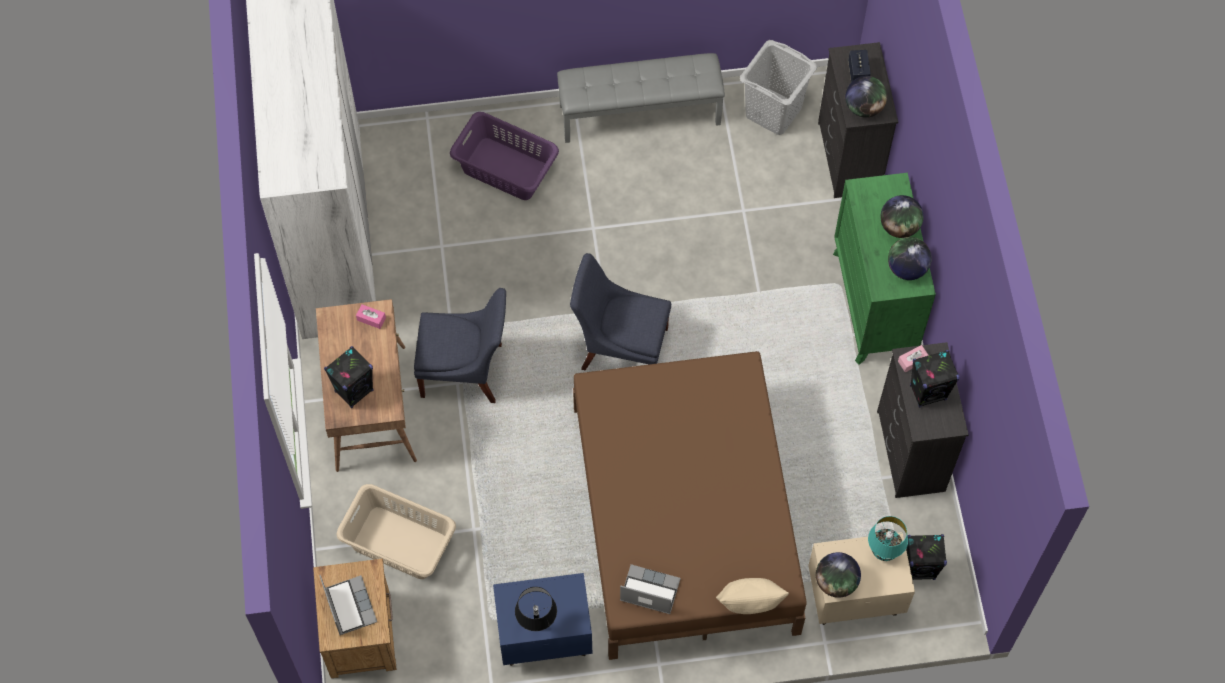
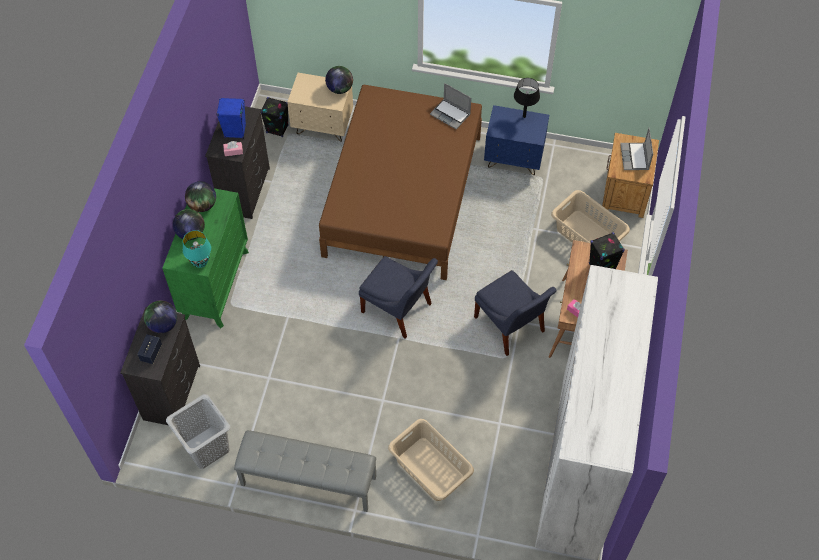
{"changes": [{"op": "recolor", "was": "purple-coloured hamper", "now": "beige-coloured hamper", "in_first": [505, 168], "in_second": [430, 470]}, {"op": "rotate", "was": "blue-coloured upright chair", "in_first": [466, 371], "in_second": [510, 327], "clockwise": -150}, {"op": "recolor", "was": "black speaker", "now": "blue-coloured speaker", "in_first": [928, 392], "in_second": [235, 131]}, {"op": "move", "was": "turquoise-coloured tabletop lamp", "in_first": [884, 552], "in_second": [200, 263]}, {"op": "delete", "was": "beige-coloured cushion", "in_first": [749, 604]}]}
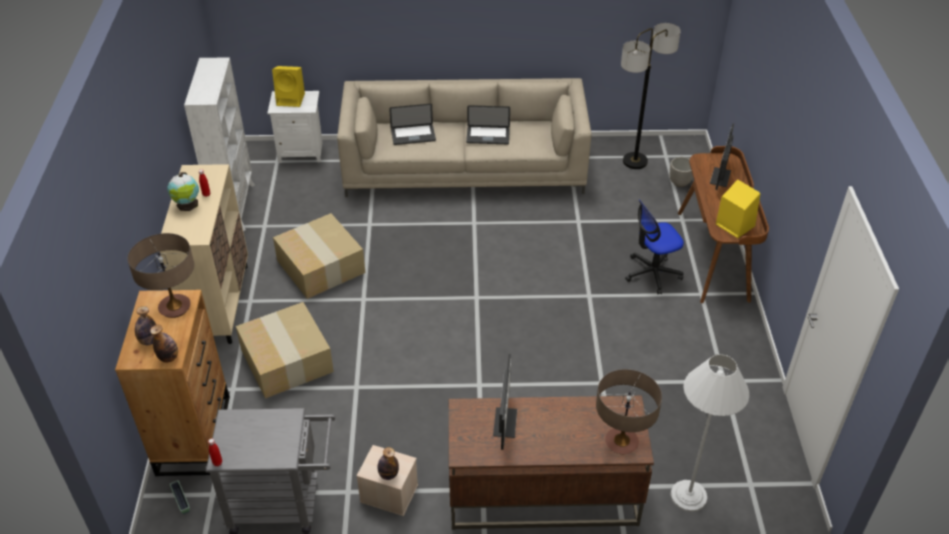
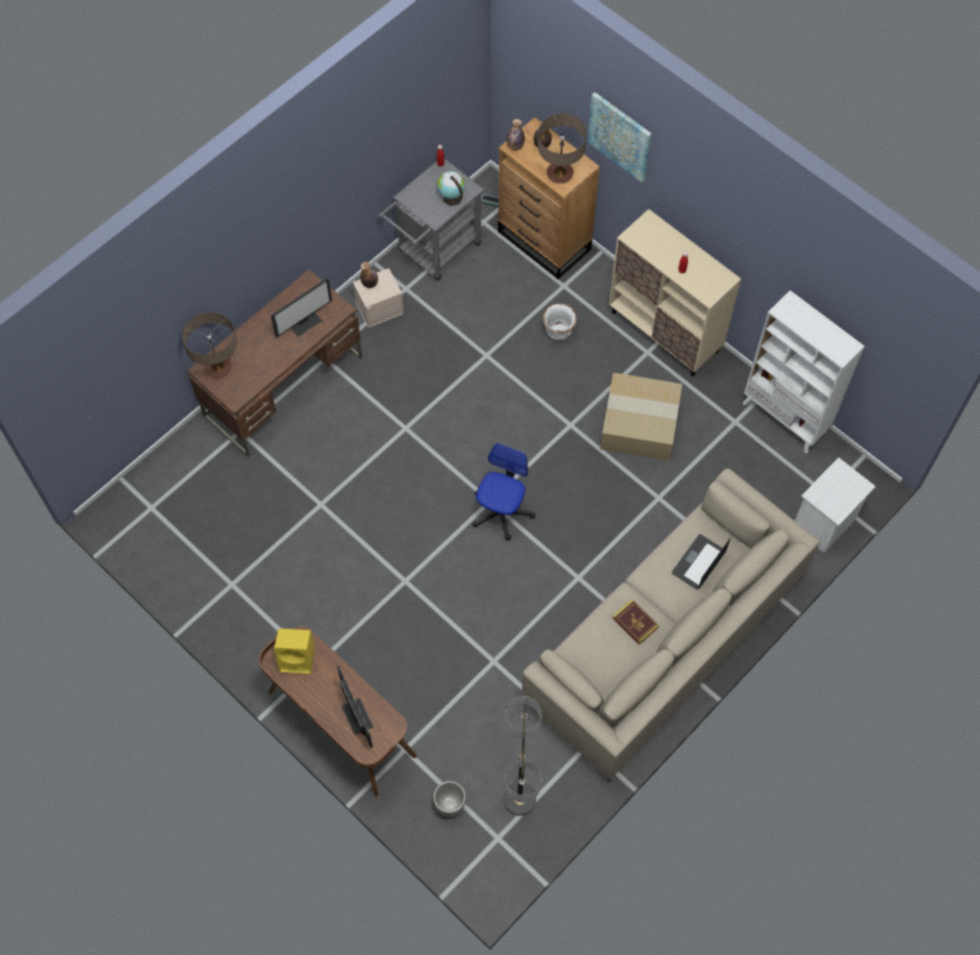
{"changes": [{"op": "delete", "was": "yellowish speaker", "in_first": [291, 99]}, {"op": "replace", "was": "laptop", "now": "bound book", "in_first": [488, 136], "in_second": [635, 623]}, {"op": "move", "was": "world globe", "in_first": [187, 205], "in_second": [451, 197]}, {"op": "move", "was": "office chair", "in_first": [652, 273], "in_second": [501, 512]}, {"op": "replace", "was": "cardboard box", "now": "whitish flower pot", "in_first": [285, 360], "in_second": [558, 332]}, {"op": "rotate", "was": "monitor", "in_first": [504, 422], "in_second": [304, 322], "clockwise": -90}, {"op": "delete", "was": "whitish floor lamp", "in_first": [688, 496]}, {"op": "insert", "now": "wall art", "in_second": [620, 136]}]}
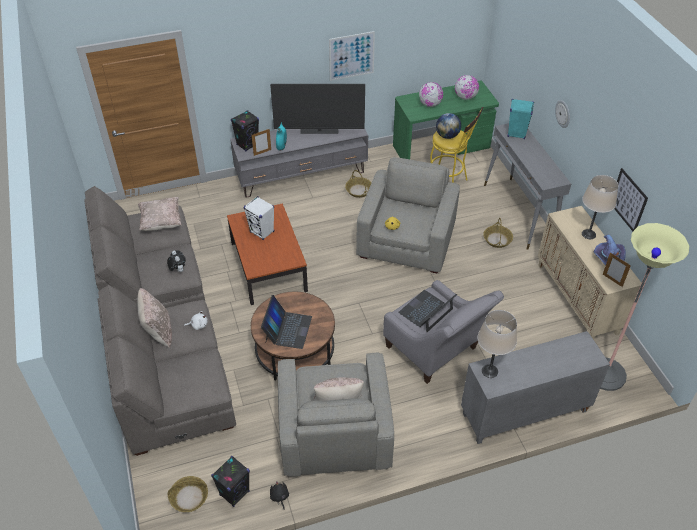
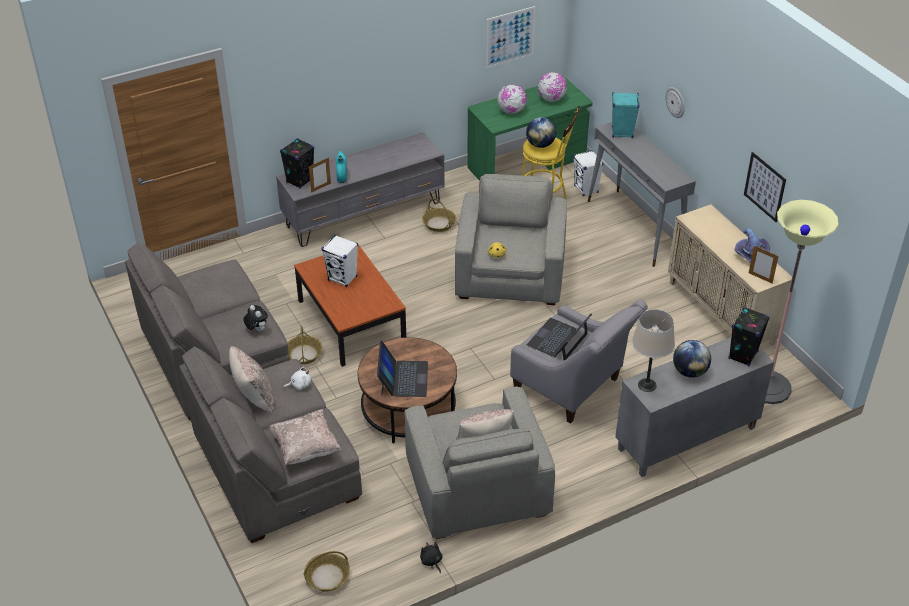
{"changes": [{"op": "move", "was": "wall art", "in_first": [351, 56], "in_second": [510, 37]}, {"op": "delete", "was": "TV", "in_first": [319, 131]}, {"op": "delete", "was": "beige-coloured tabletop lamp", "in_first": [588, 234]}, {"op": "move", "was": "beige-coloured cushion", "in_first": [161, 222], "in_second": [305, 448]}, {"op": "move", "was": "basket", "in_first": [497, 240], "in_second": [304, 354]}, {"op": "move", "was": "black speaker", "in_first": [234, 493], "in_second": [743, 355]}, {"op": "insert", "now": "whitish speaker", "in_second": [586, 189]}, {"op": "insert", "now": "world globe", "in_second": [689, 372]}]}
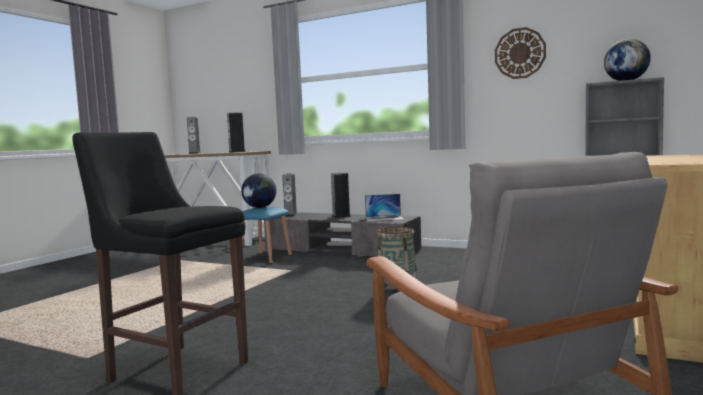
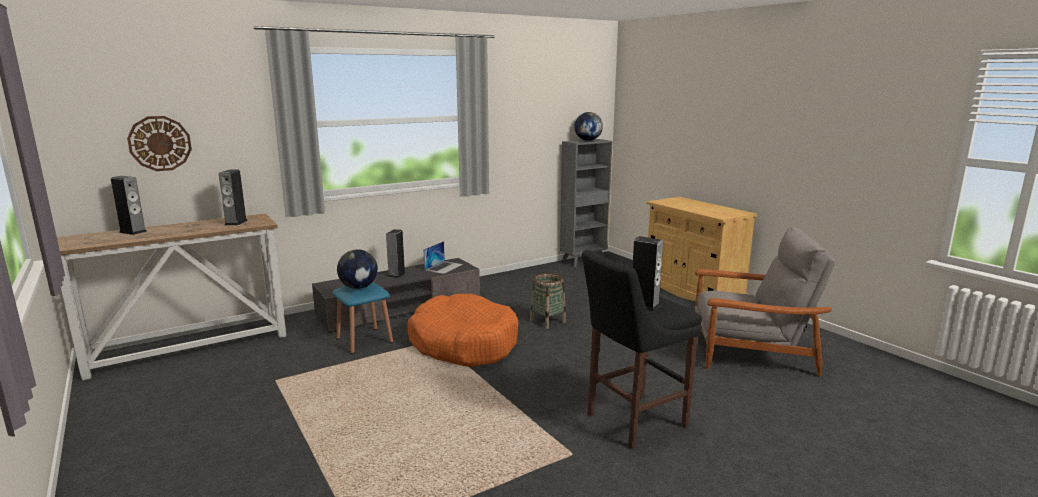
{"changes": [{"op": "move", "was": "clock on the wall", "in_first": [520, 53], "in_second": [160, 143]}, {"op": "move", "was": "speaker", "in_first": [290, 215], "in_second": [644, 305]}, {"op": "insert", "now": "orange-coloured dog cushion", "in_second": [464, 344]}]}
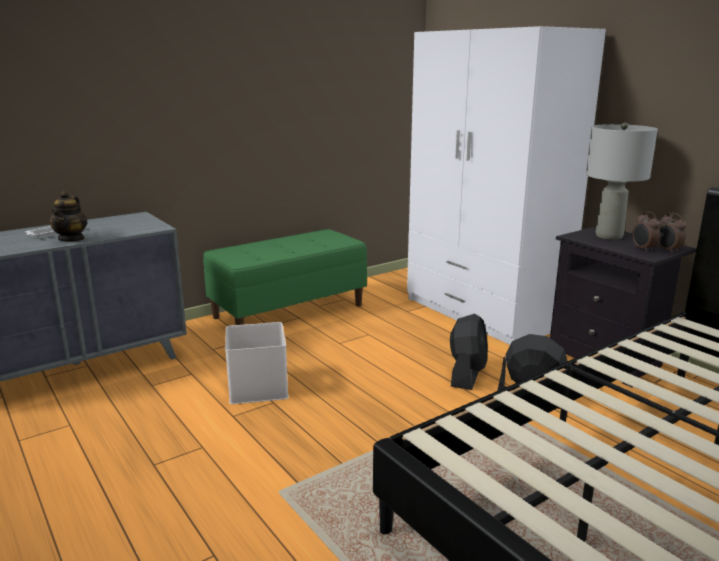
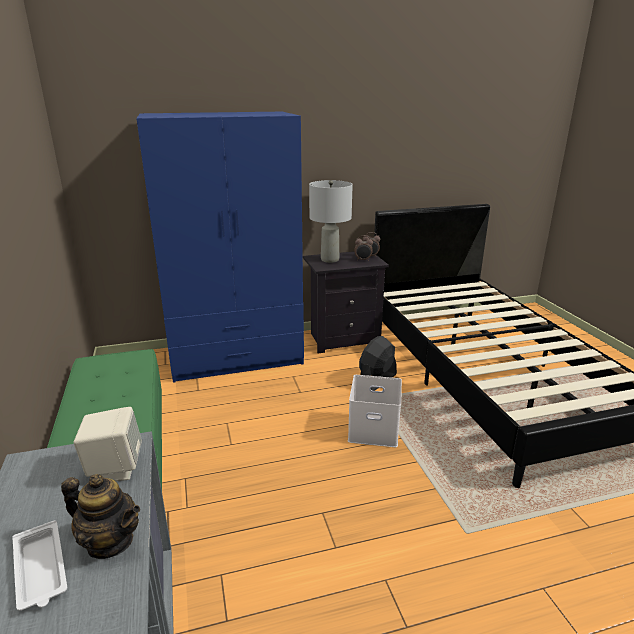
{"changes": [{"op": "recolor", "was": "whitish clothes cupboard", "now": "blue-coloured clothes cupboard", "in_first": [483, 312], "in_second": [236, 357]}, {"op": "delete", "was": "black electric fan", "in_first": [467, 374]}, {"op": "move", "was": "whitish storage box", "in_first": [256, 386], "in_second": [372, 430]}, {"op": "insert", "now": "beige-coloured speaker", "in_second": [114, 468]}]}
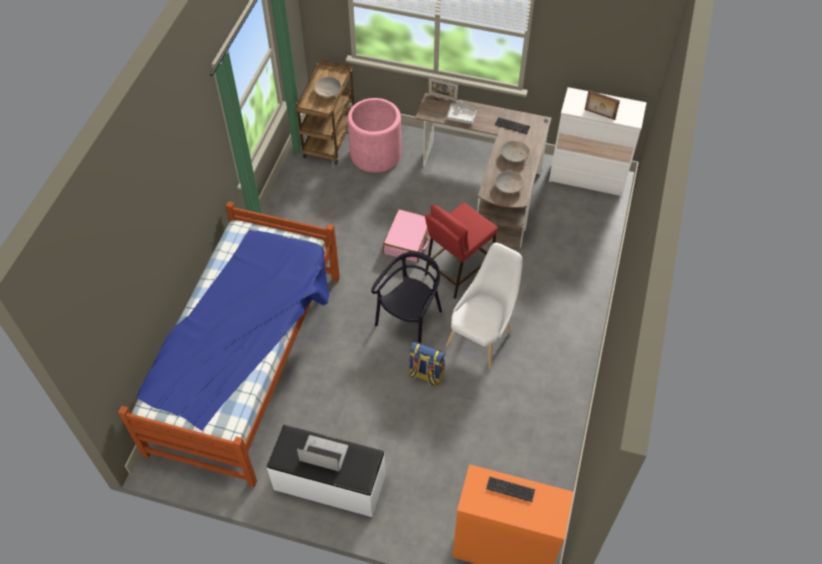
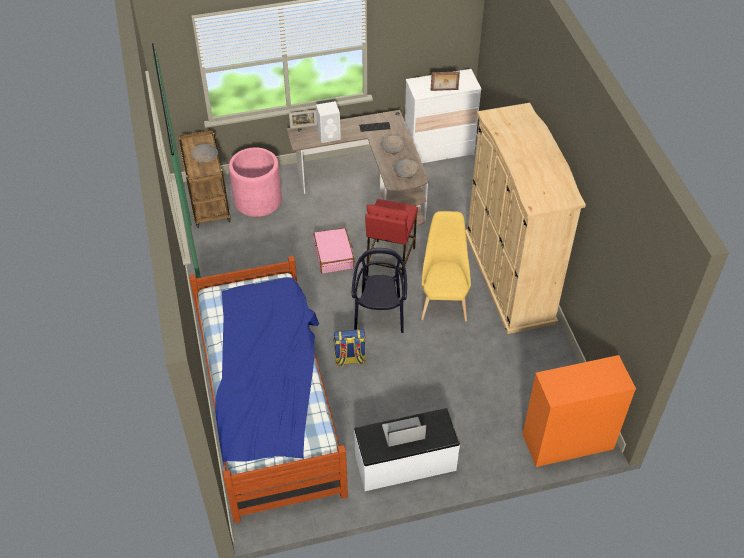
{"changes": [{"op": "replace", "was": "greyish tray", "now": "whitish speaker", "in_first": [461, 116], "in_second": [329, 135]}, {"op": "recolor", "was": "whitish upright chair", "now": "yellowish upright chair", "in_first": [482, 336], "in_second": [443, 300]}, {"op": "move", "was": "knapsack", "in_first": [426, 375], "in_second": [349, 359]}, {"op": "delete", "was": "computer keyboard", "in_first": [510, 489]}, {"op": "insert", "now": "beige-coloured clothes cupboard", "in_second": [509, 276]}]}
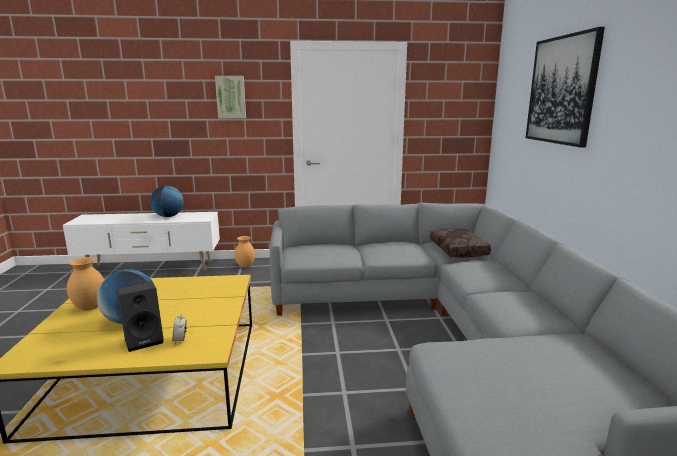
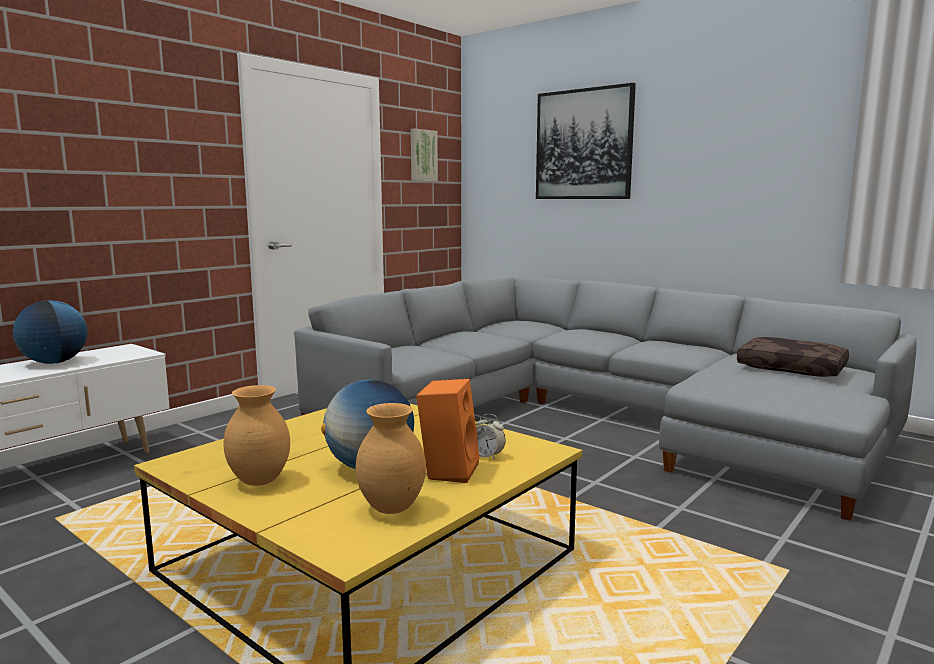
{"changes": [{"op": "move", "was": "wall art", "in_first": [231, 97], "in_second": [422, 155]}, {"op": "move", "was": "brown-coloured cushion", "in_first": [459, 250], "in_second": [792, 368]}, {"op": "move", "was": "brown-coloured vase", "in_first": [245, 266], "in_second": [391, 508]}, {"op": "recolor", "was": "black speaker", "now": "orange-coloured speaker", "in_first": [144, 339], "in_second": [448, 470]}]}
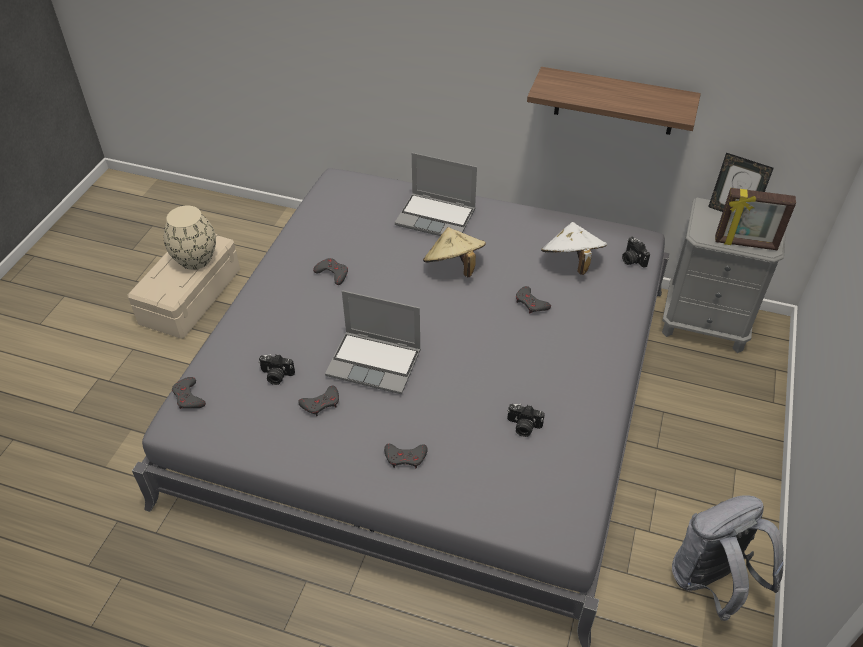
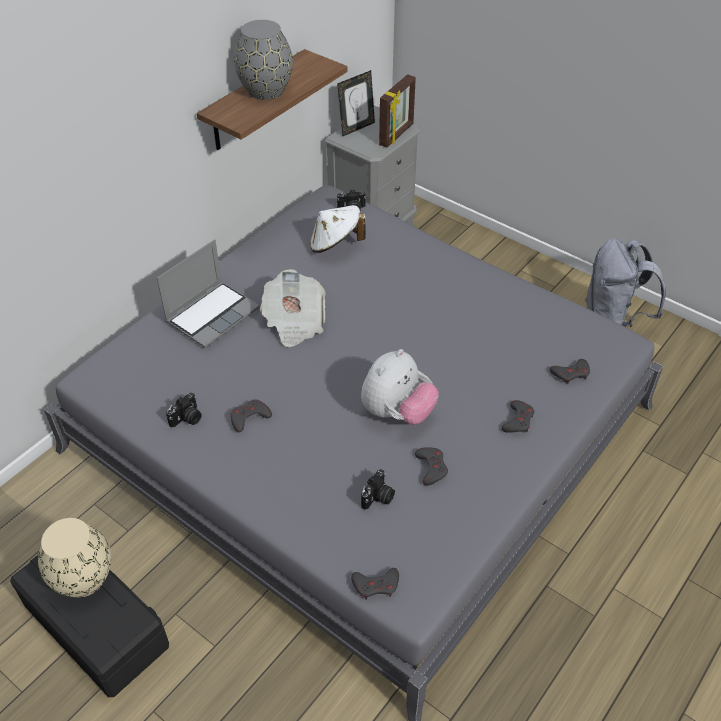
{"changes": [{"op": "replace", "was": "beige-coloured clothing hat", "now": "daily paper", "in_first": [454, 267], "in_second": [294, 322]}, {"op": "recolor", "was": "beige-coloured storage box", "now": "black storage box", "in_first": [190, 296], "in_second": [94, 626]}, {"op": "move", "was": "greyish joypad", "in_first": [531, 303], "in_second": [571, 373]}, {"op": "replace", "was": "laptop", "now": "soft toy", "in_first": [375, 363], "in_second": [397, 412]}, {"op": "move", "was": "photo camera", "in_first": [523, 427], "in_second": [187, 419]}, {"op": "insert", "now": "greyish vase", "in_second": [265, 91]}]}
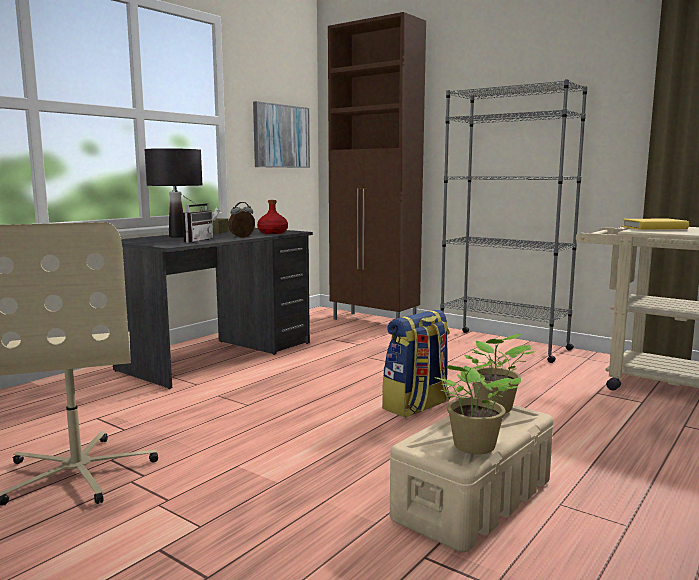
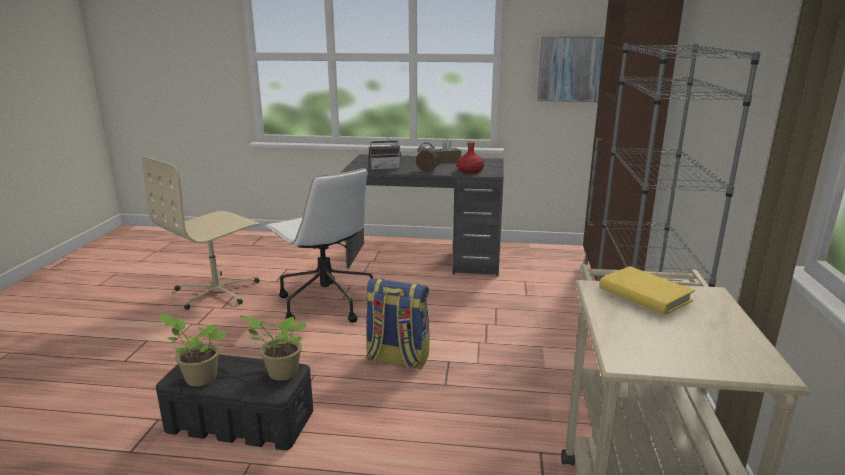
{"changes": [{"op": "delete", "was": "black tabletop lamp", "in_first": [177, 236]}, {"op": "recolor", "was": "beige-coloured storage box", "now": "black storage box", "in_first": [474, 499], "in_second": [241, 422]}, {"op": "insert", "now": "whitish office chair", "in_second": [325, 303]}]}
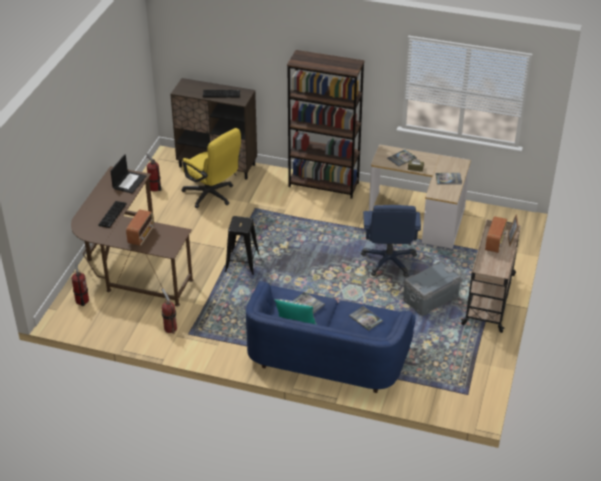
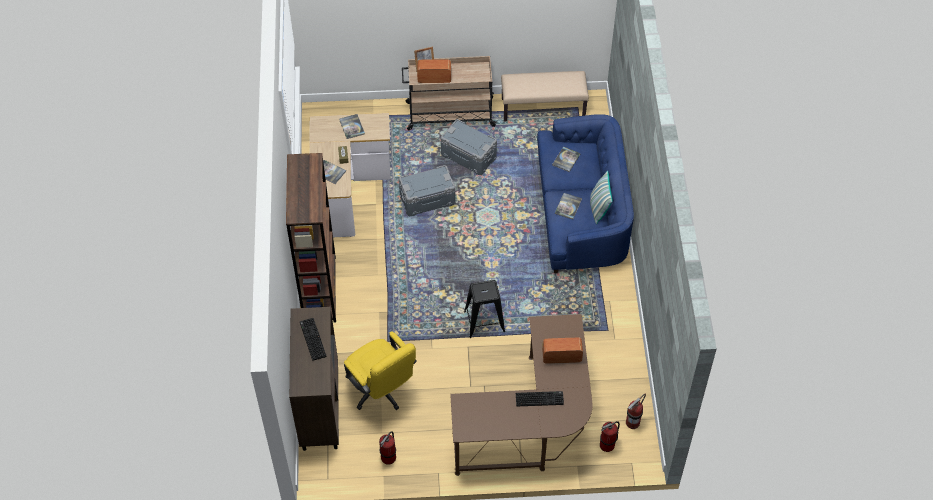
{"changes": [{"op": "rotate", "was": "yellowish office chair", "in_first": [212, 196], "in_second": [381, 391], "clockwise": 120}, {"op": "delete", "was": "laptop", "in_first": [129, 182]}, {"op": "replace", "was": "blue-coloured office chair", "now": "greyish storage box", "in_first": [389, 261], "in_second": [427, 200]}, {"op": "move", "was": "fire-fighting cylinder", "in_first": [170, 328], "in_second": [632, 422]}, {"op": "insert", "now": "beige-coloured bench", "in_second": [543, 107]}]}
